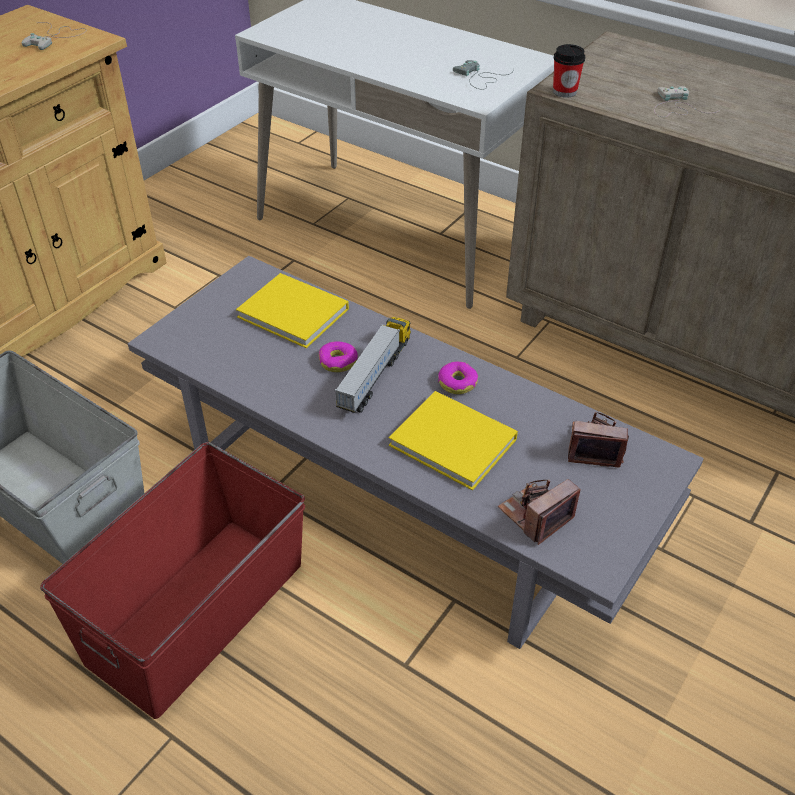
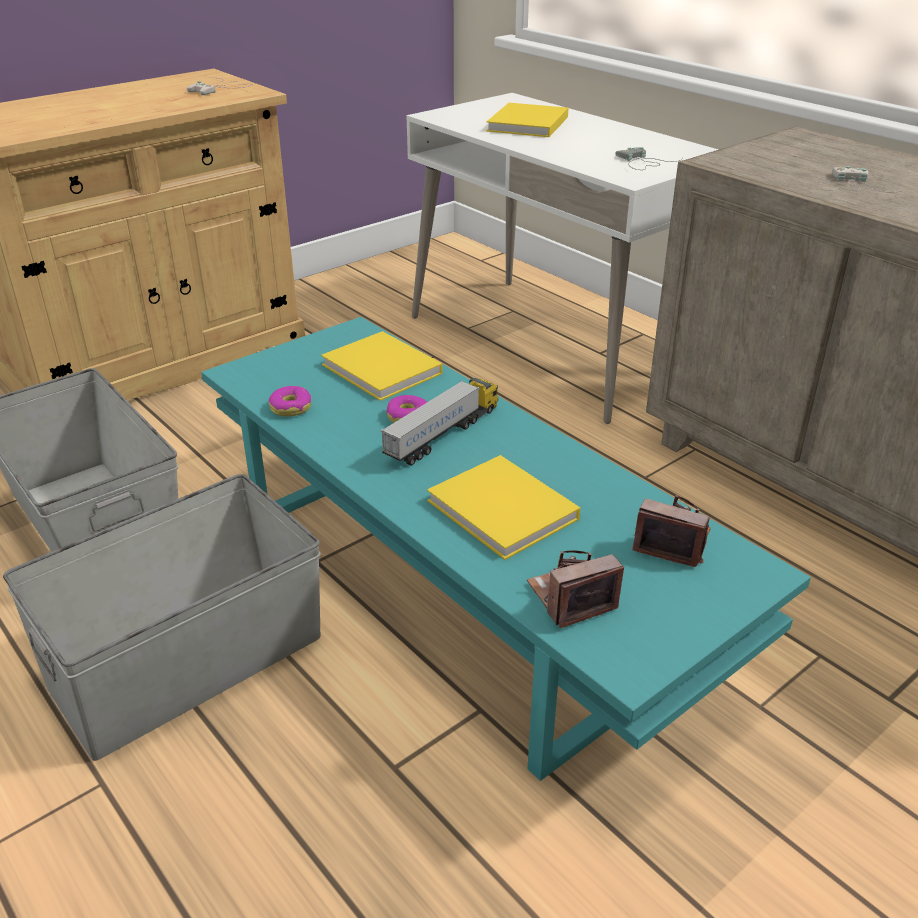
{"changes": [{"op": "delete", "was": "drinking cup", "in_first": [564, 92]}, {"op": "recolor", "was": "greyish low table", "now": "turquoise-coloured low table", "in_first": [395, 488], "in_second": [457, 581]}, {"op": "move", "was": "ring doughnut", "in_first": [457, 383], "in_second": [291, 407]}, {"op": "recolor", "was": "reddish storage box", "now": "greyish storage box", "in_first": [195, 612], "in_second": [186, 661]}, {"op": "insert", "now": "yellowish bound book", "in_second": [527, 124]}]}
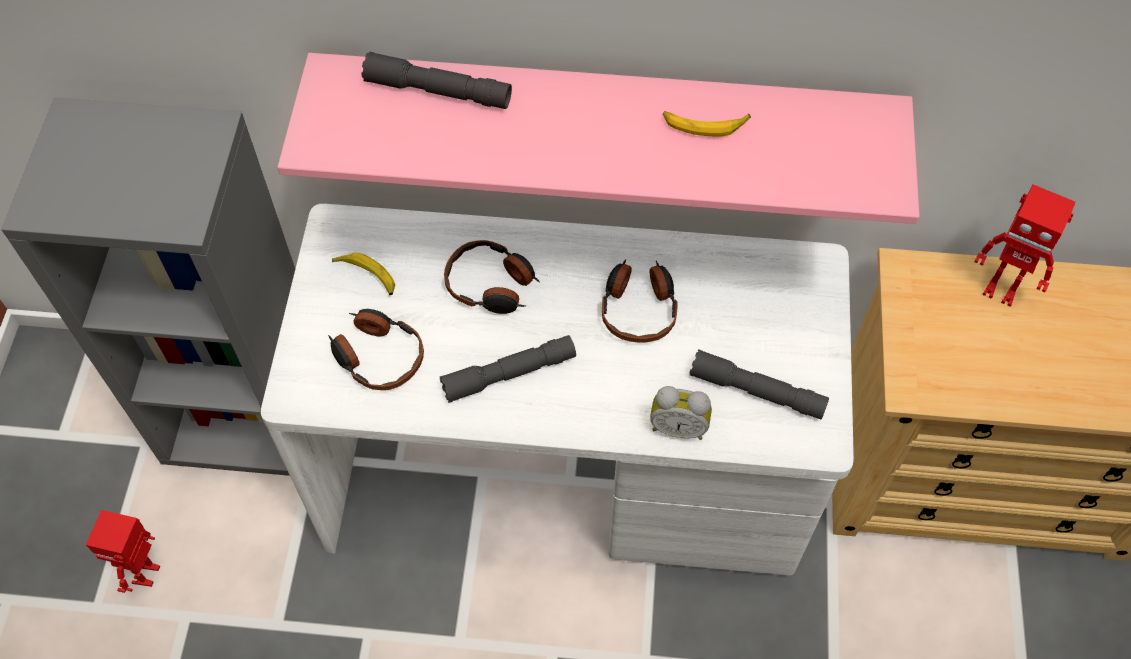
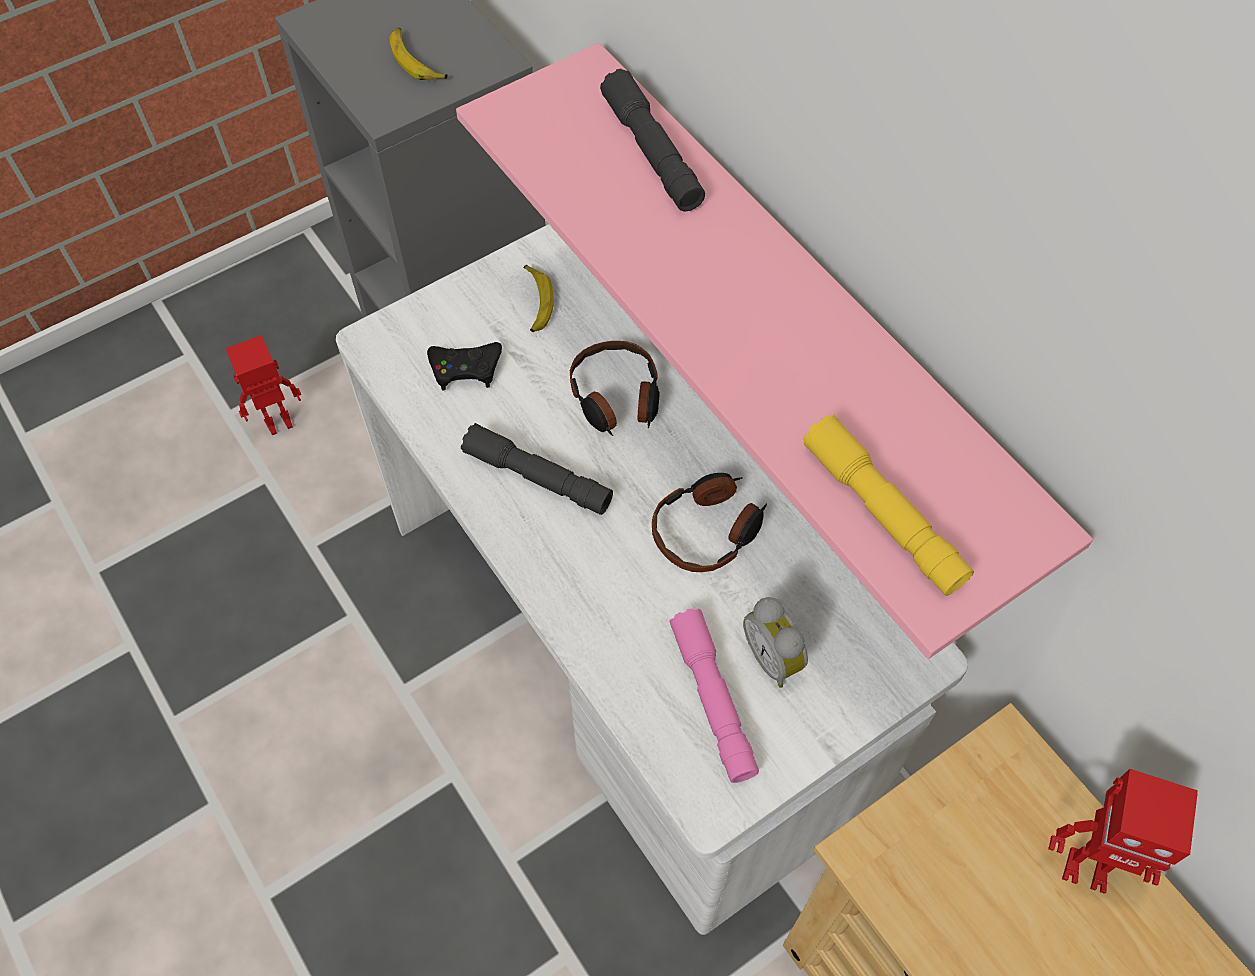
{"changes": [{"op": "move", "was": "whole banana", "in_first": [704, 125], "in_second": [416, 61]}, {"op": "rotate", "was": "toy robot", "in_first": [1000, 290], "in_second": [1086, 867], "clockwise": -60}, {"op": "replace", "was": "headset", "now": "black joypad", "in_first": [377, 356], "in_second": [465, 368]}, {"op": "recolor", "was": "greyish torch", "now": "pink-coloured torch", "in_first": [757, 391], "in_second": [713, 700]}, {"op": "move", "was": "bedside clock", "in_first": [678, 426], "in_second": [774, 657]}, {"op": "insert", "now": "yellowish torch", "in_second": [882, 514]}]}
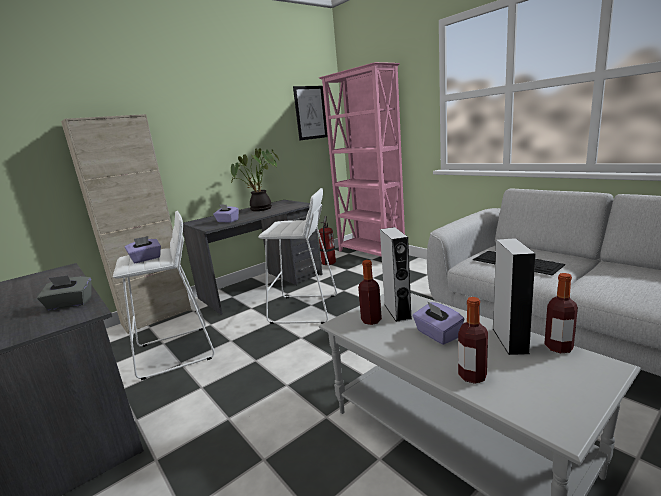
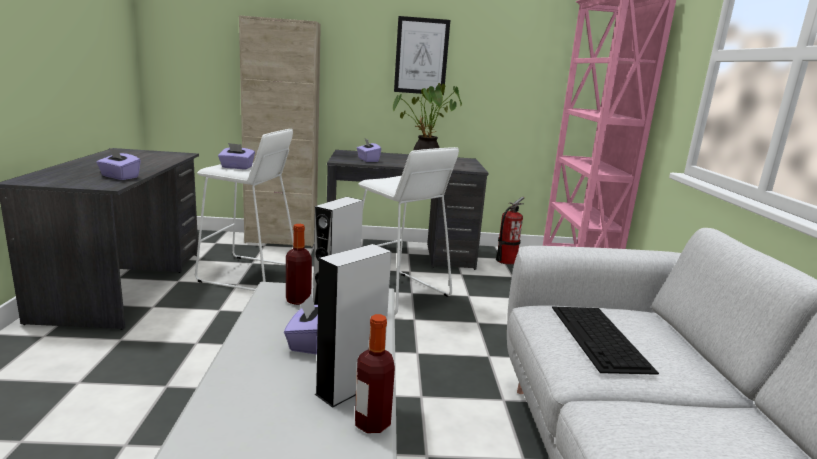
{"changes": [{"op": "move", "was": "wall art", "in_first": [310, 113], "in_second": [421, 56]}, {"op": "recolor", "was": "greyish box of tissues", "now": "purple-coloured box of tissues", "in_first": [70, 304], "in_second": [119, 177]}, {"op": "delete", "was": "beverage bottle", "in_first": [472, 376]}]}
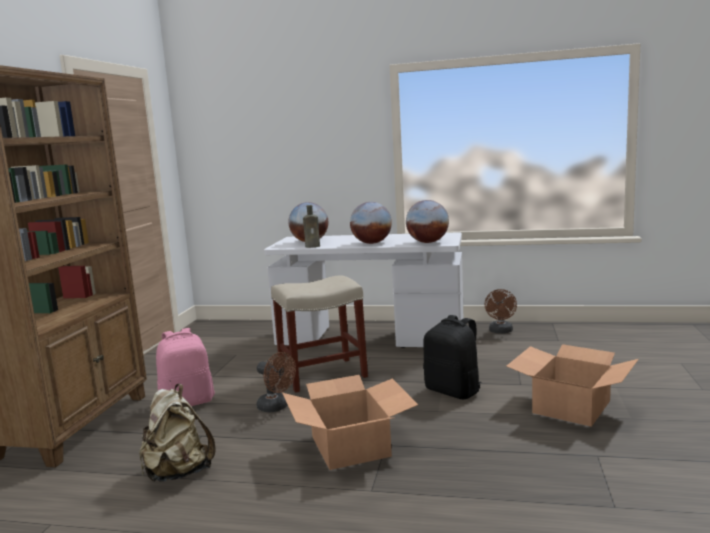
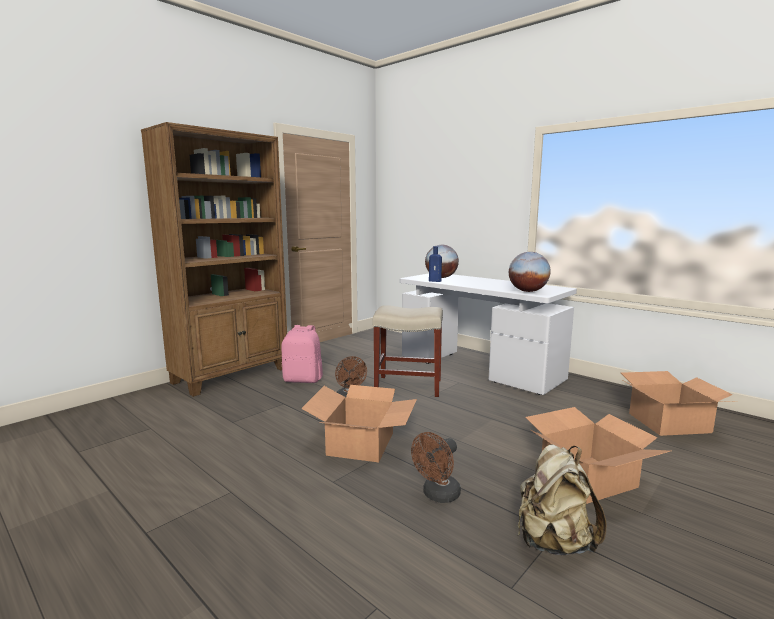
{"changes": [{"op": "delete", "was": "world globe", "in_first": [371, 243]}, {"op": "recolor", "was": "brown-coloured beverage bottle", "now": "blue-coloured beverage bottle", "in_first": [313, 246], "in_second": [436, 281]}, {"op": "move", "was": "brown-coloured electric fan", "in_first": [501, 331], "in_second": [437, 495]}, {"op": "delete", "was": "black knapsack", "in_first": [454, 391]}, {"op": "move", "was": "beige-coloured knapsack", "in_first": [178, 473], "in_second": [553, 542]}, {"op": "insert", "now": "cardboard box", "in_second": [668, 422]}]}
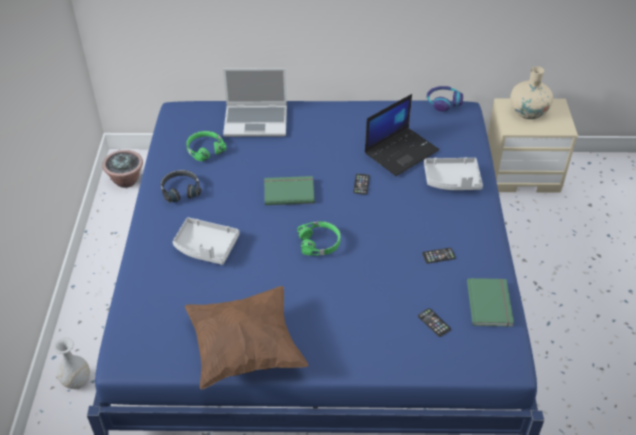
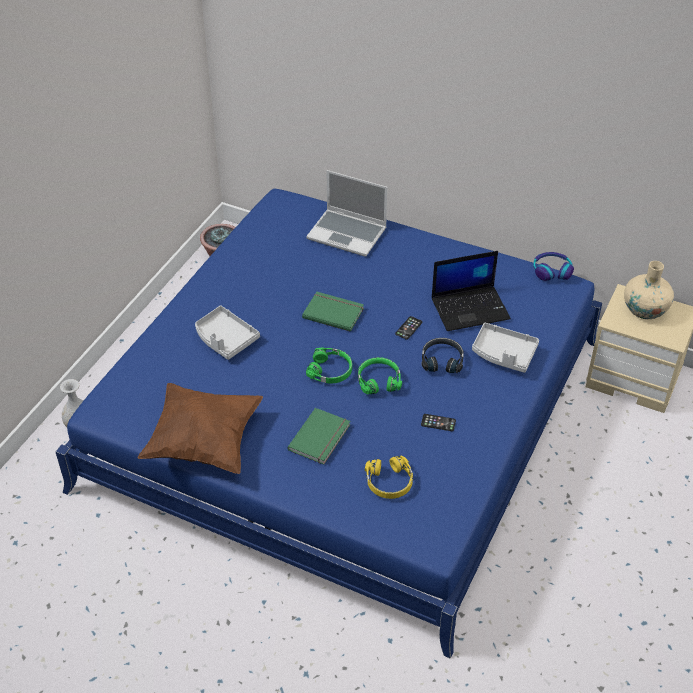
{"changes": [{"op": "move", "was": "green headset", "in_first": [205, 149], "in_second": [378, 380]}, {"op": "move", "was": "black headset", "in_first": [180, 190], "in_second": [442, 360]}, {"op": "move", "was": "green bound book", "in_first": [491, 303], "in_second": [321, 438]}, {"op": "replace", "was": "phone", "now": "yellowish headset", "in_first": [434, 322], "in_second": [389, 482]}]}
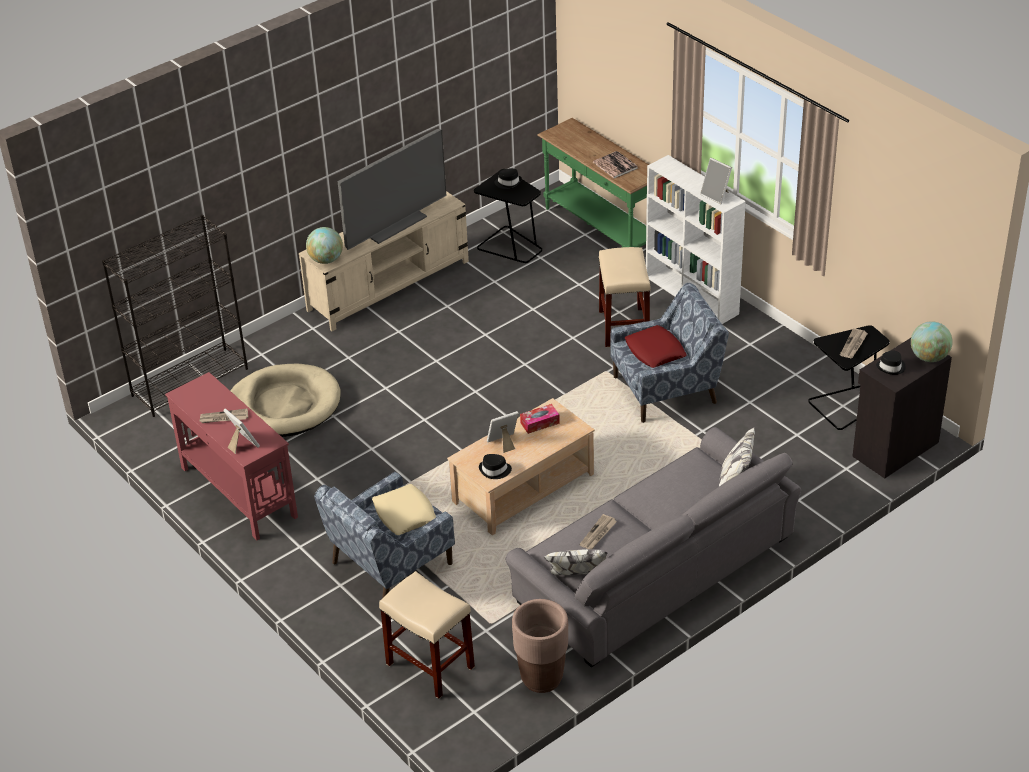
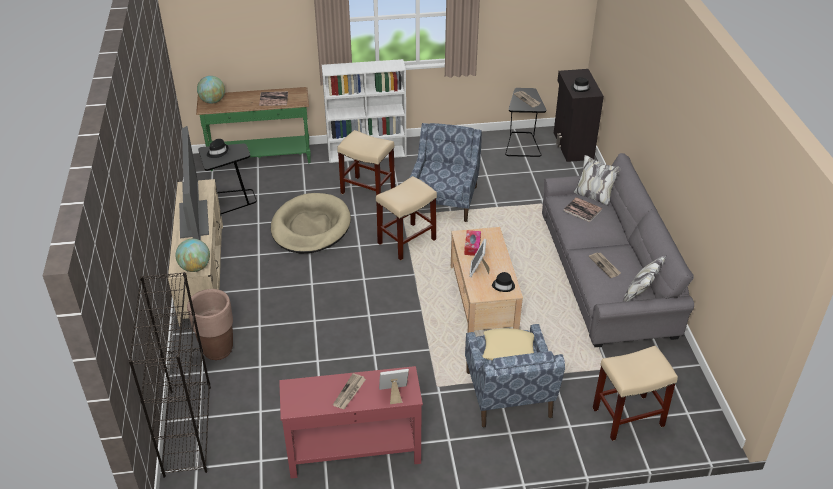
{"changes": [{"op": "delete", "was": "photo frame", "in_first": [716, 195]}, {"op": "move", "was": "world globe", "in_first": [929, 357], "in_second": [212, 101]}, {"op": "delete", "was": "reddish cushion", "in_first": [655, 351]}, {"op": "move", "was": "beige-coloured dog cushion", "in_first": [283, 406], "in_second": [311, 227]}, {"op": "move", "was": "brown-coloured flower pot", "in_first": [542, 679], "in_second": [218, 350]}, {"op": "insert", "now": "beige-coloured sitting stool", "in_second": [407, 241]}, {"op": "insert", "now": "bound book", "in_second": [582, 210]}]}
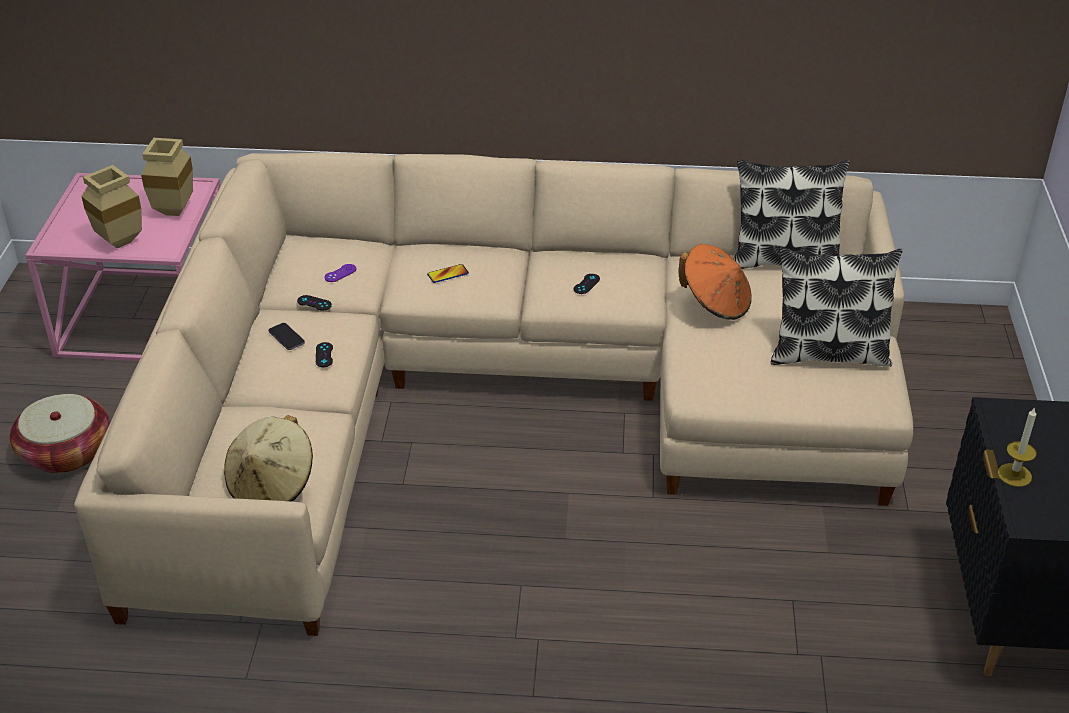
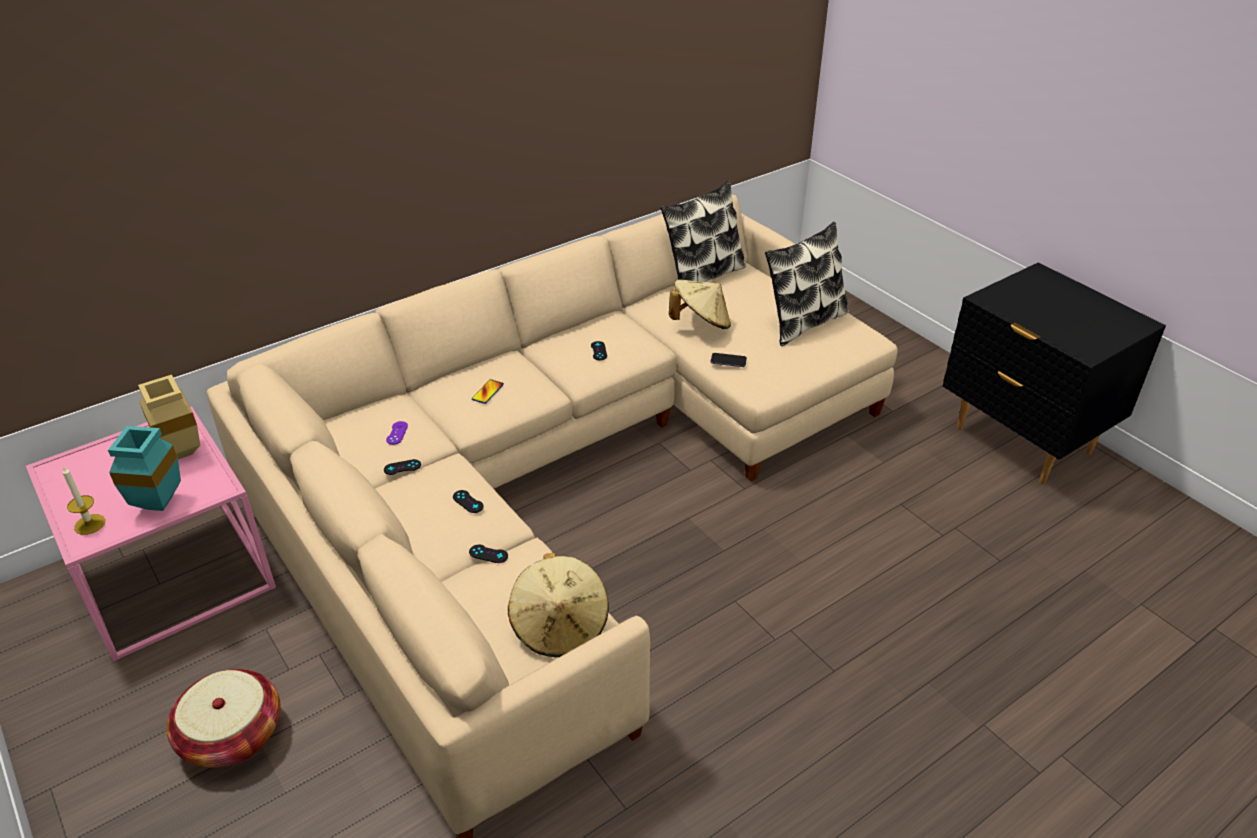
{"changes": [{"op": "recolor", "was": "beige-coloured vase", "now": "turquoise-coloured vase", "in_first": [121, 240], "in_second": [159, 502]}, {"op": "recolor", "was": "orange-coloured clothing hat", "now": "beige-coloured clothing hat", "in_first": [715, 303], "in_second": [701, 323]}, {"op": "move", "was": "phone", "in_first": [286, 338], "in_second": [728, 361]}, {"op": "move", "was": "candle", "in_first": [1014, 475], "in_second": [89, 524]}, {"op": "insert", "now": "black joypad", "in_second": [488, 554]}]}
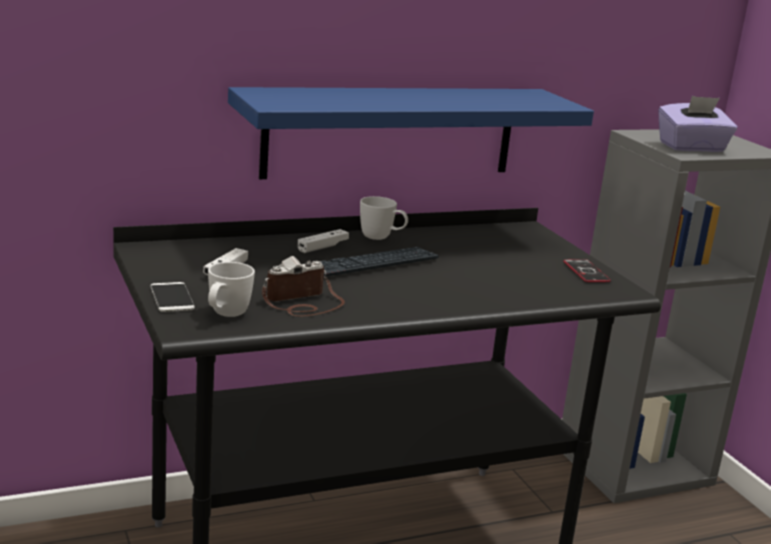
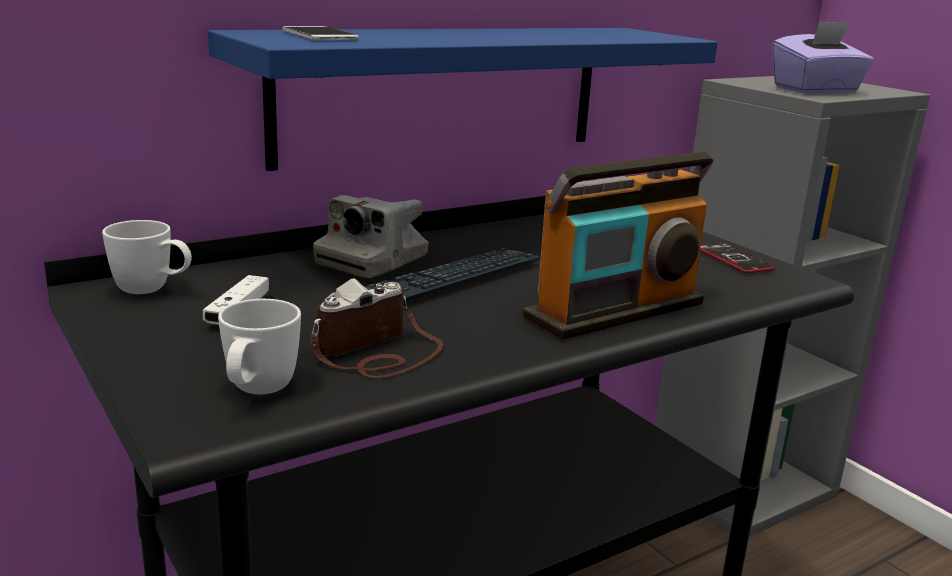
{"changes": [{"op": "move", "was": "whitish tea mug", "in_first": [382, 238], "in_second": [153, 291]}, {"op": "replace", "was": "whitish joypad", "now": "photo camera", "in_first": [323, 247], "in_second": [372, 261]}, {"op": "move", "was": "phone", "in_first": [172, 298], "in_second": [319, 35]}, {"op": "insert", "now": "radio", "in_second": [616, 311]}]}
